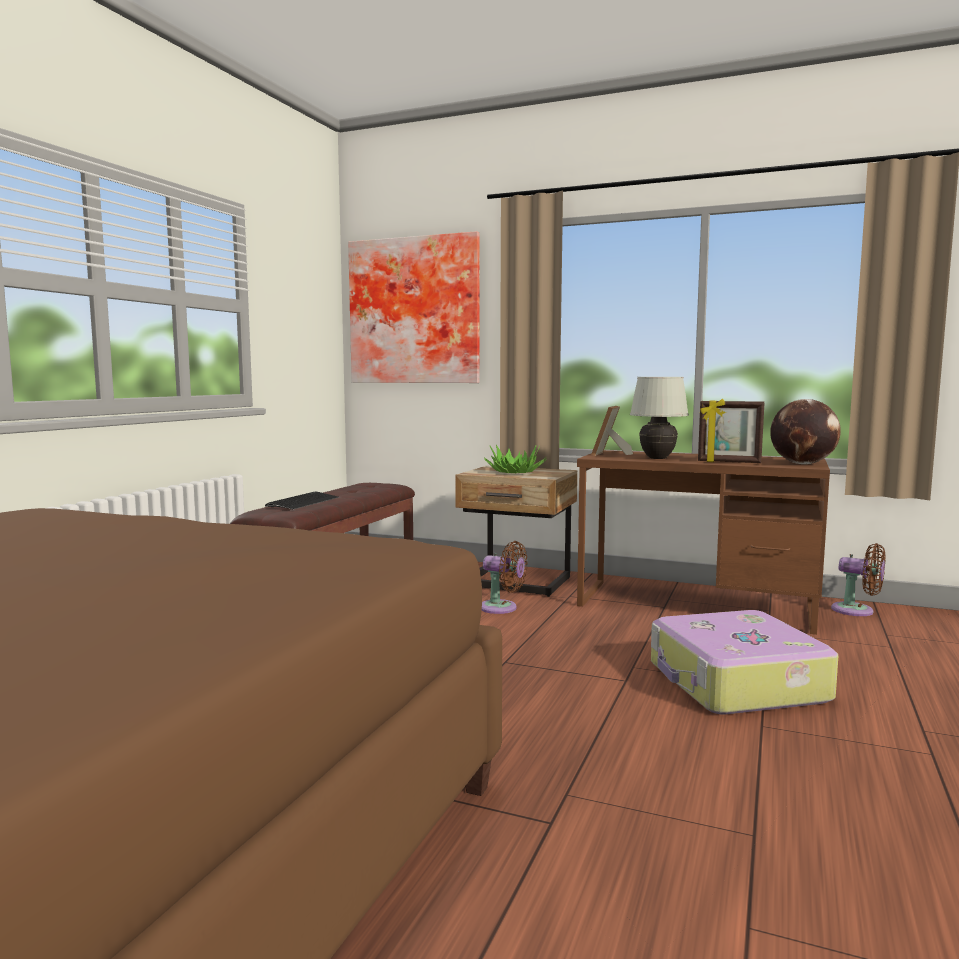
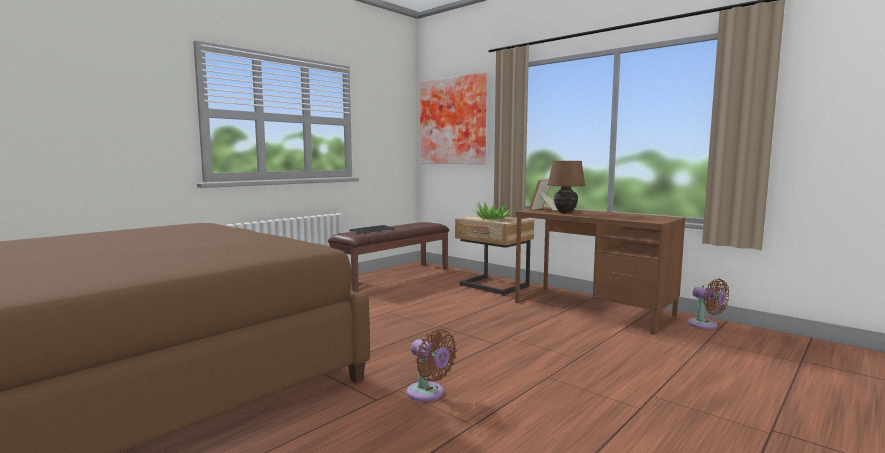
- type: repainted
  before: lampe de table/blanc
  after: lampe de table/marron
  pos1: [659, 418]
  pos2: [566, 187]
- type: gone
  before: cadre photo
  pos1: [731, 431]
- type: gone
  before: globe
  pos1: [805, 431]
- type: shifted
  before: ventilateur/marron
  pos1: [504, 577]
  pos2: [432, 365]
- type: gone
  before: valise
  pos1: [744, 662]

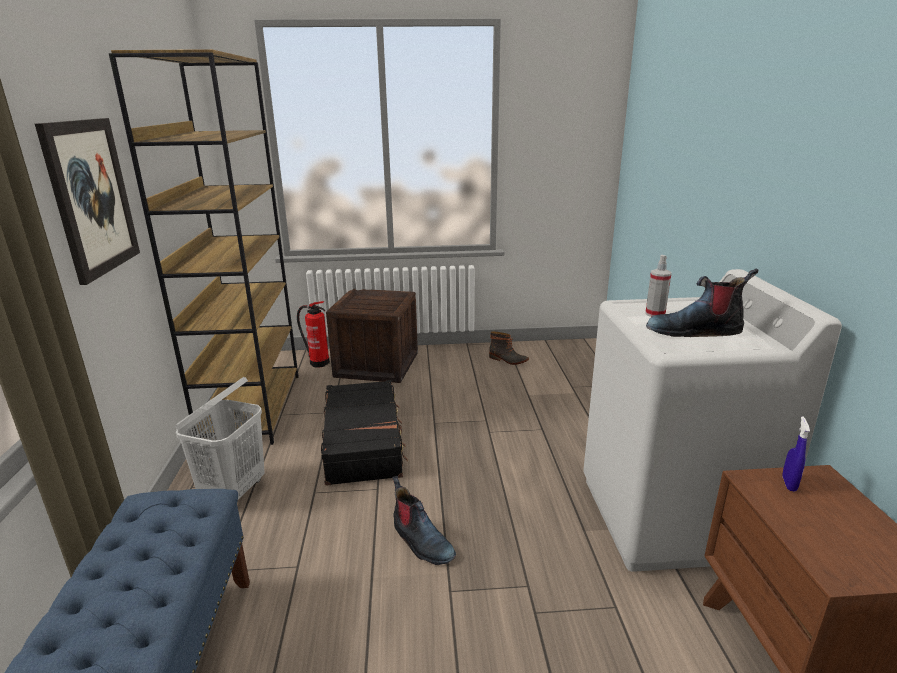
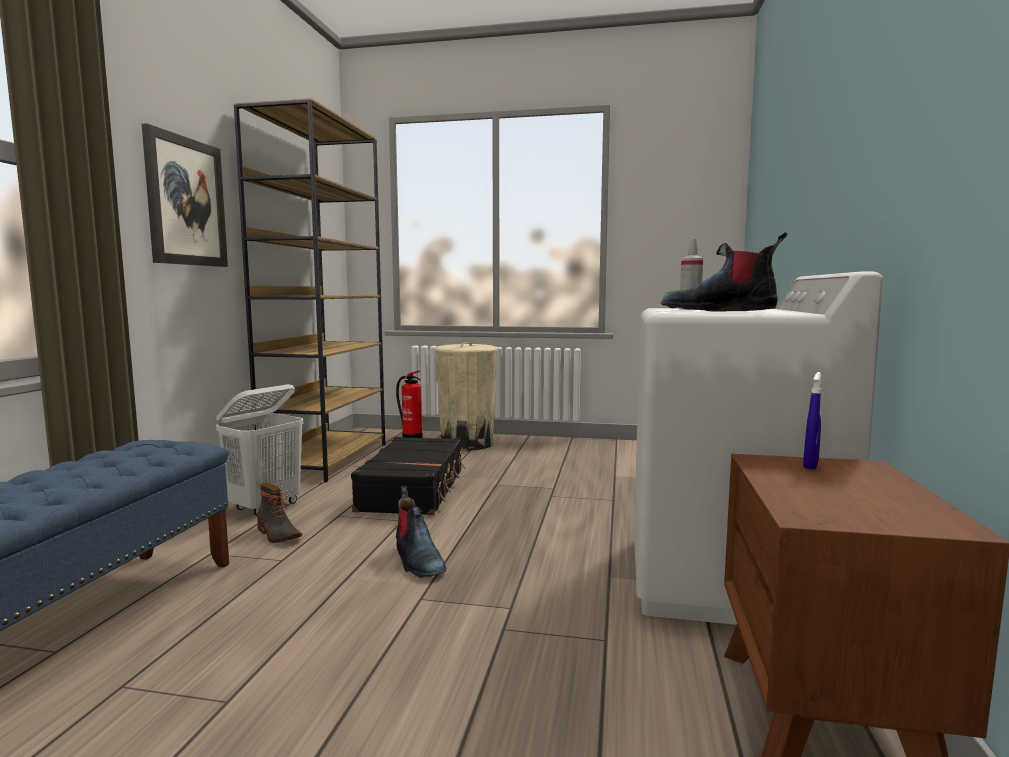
- type: swapped
  before: caisse
  after: poubelle/beige
  pos1: [372, 336]
  pos2: [466, 396]
- type: shifted
  before: botte
  pos1: [509, 348]
  pos2: [279, 513]

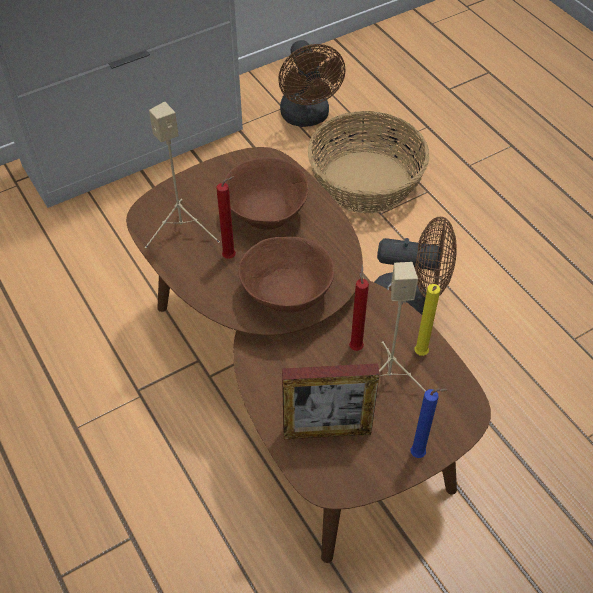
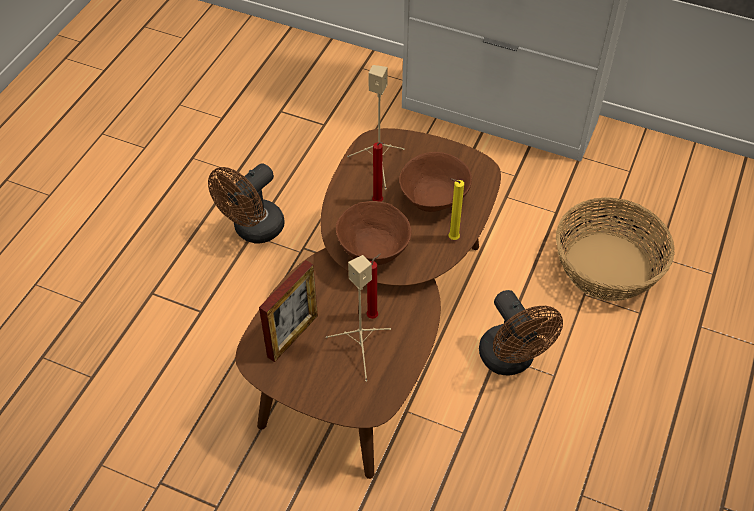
- type: shifted
  before: ventilateur/marron
  pos1: [312, 83]
  pos2: [246, 203]
- type: shifted
  before: bougie/jaune
  pos1: [427, 320]
  pos2: [456, 209]
- type: rotated
  before: cadre photo
  pos1: [331, 401]
  pos2: [288, 311]
  turn: -105
- type: gone
  before: bougie/bleu
  pos1: [429, 423]

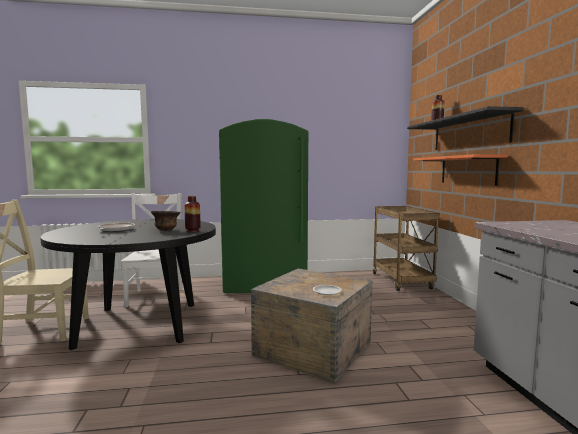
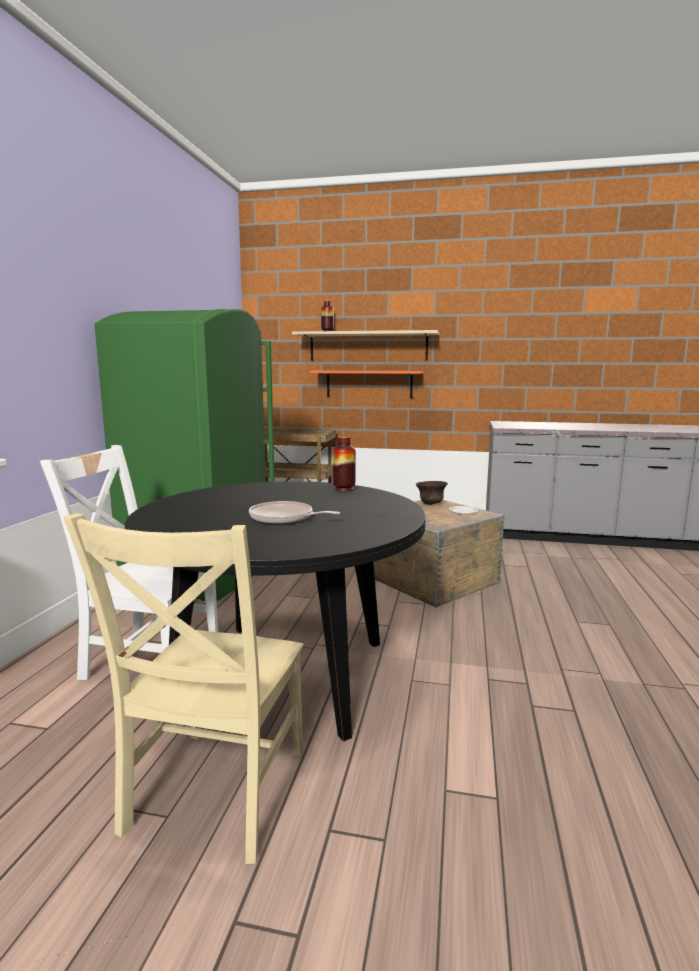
- type: repainted
  before: étagère/noir
  after: étagère/beige
  pos1: [465, 128]
  pos2: [365, 345]
- type: shifted
  before: bol/marron
  pos1: [166, 221]
  pos2: [432, 493]

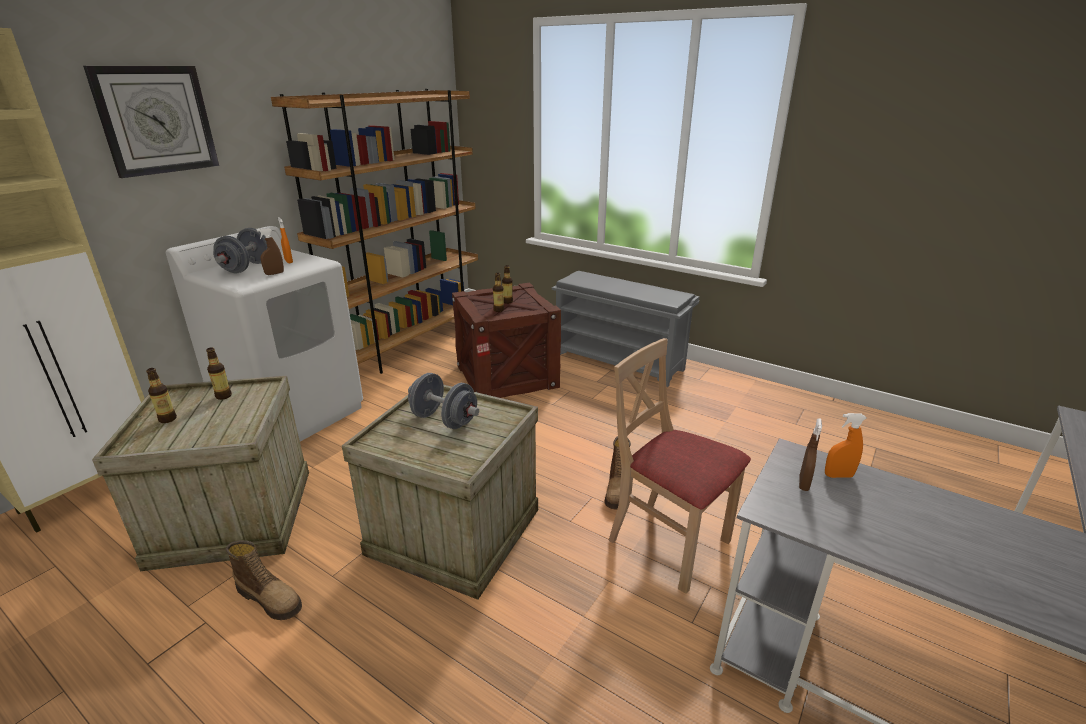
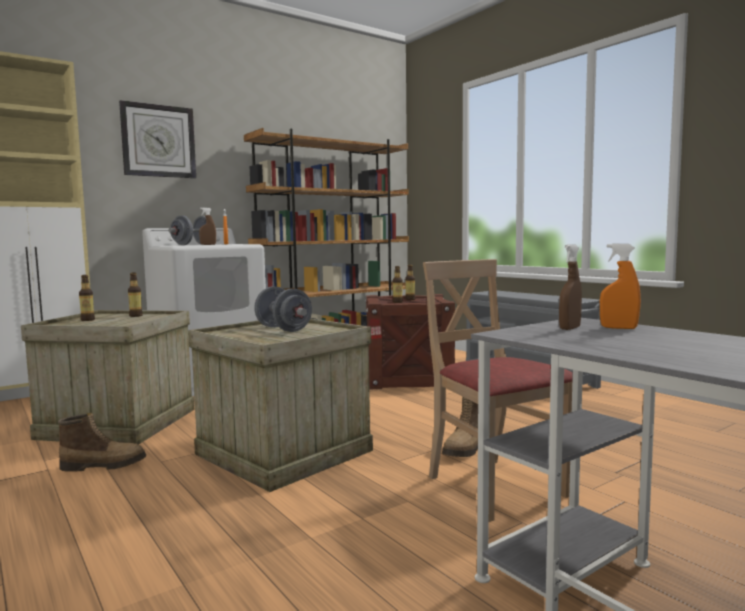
- type: rotated
  before: botte
  pos1: [264, 580]
  pos2: [102, 442]
  turn: -60

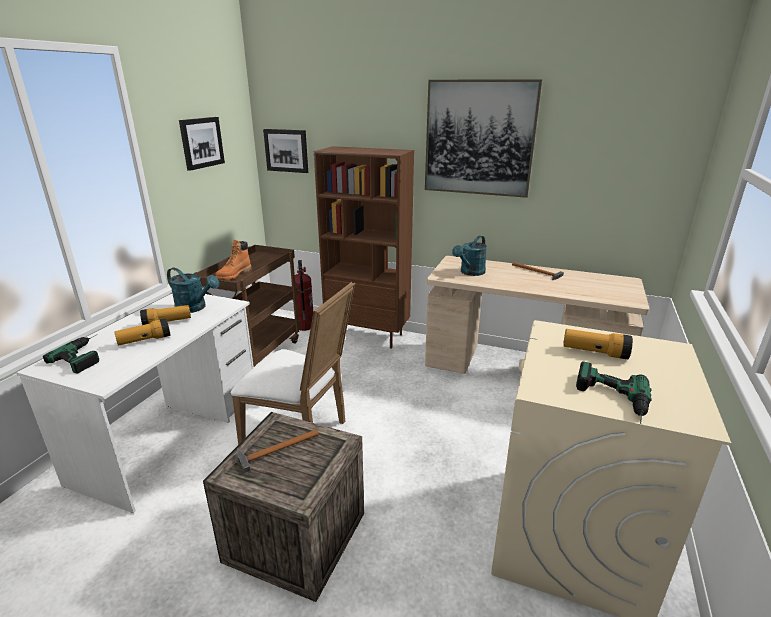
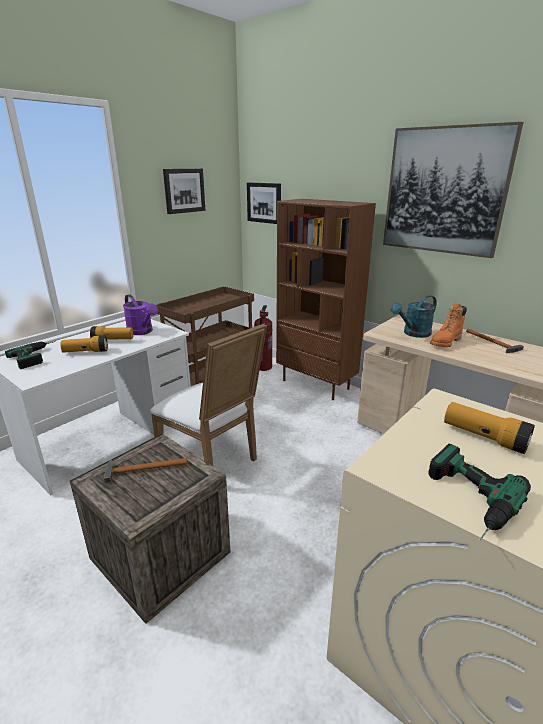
- type: shifted
  before: botte/orange
  pos1: [233, 260]
  pos2: [448, 325]
- type: repainted
  before: arrosoir/turquoise
  after: arrosoir/violet
  pos1: [193, 290]
  pos2: [140, 314]

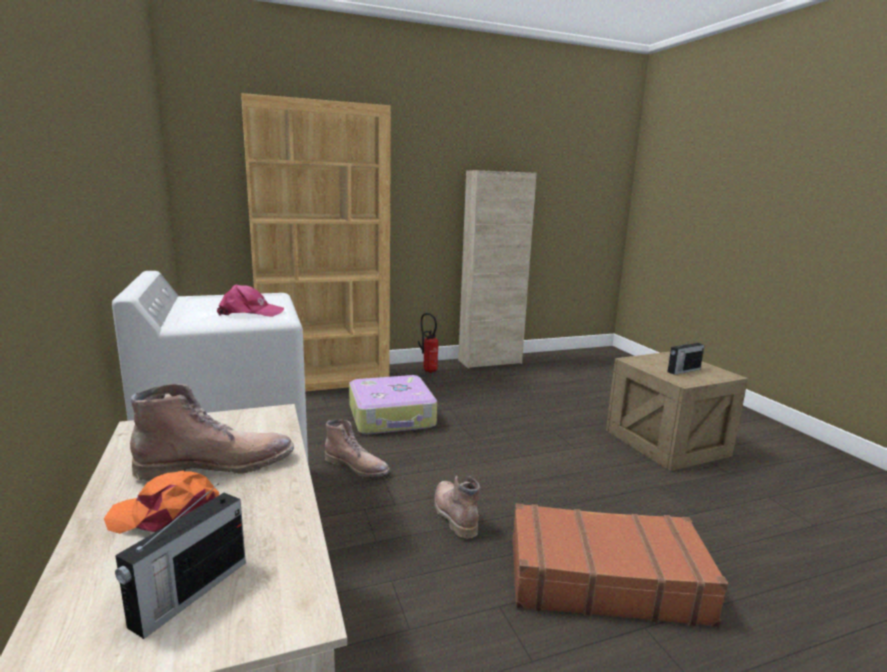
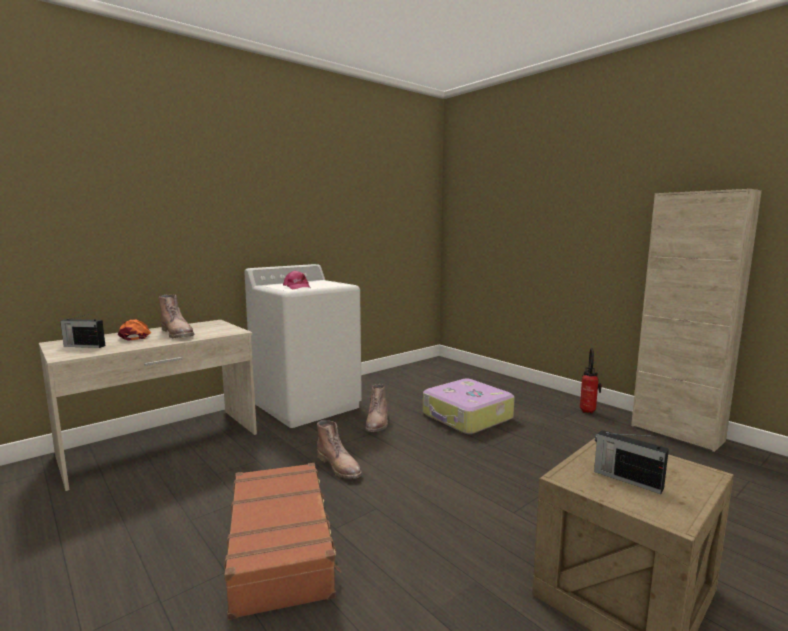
- type: gone
  before: bibliothèque/marron
  pos1: [316, 242]
- type: rotated
  before: botte/marron
  pos1: [457, 507]
  pos2: [339, 449]
  turn: 90

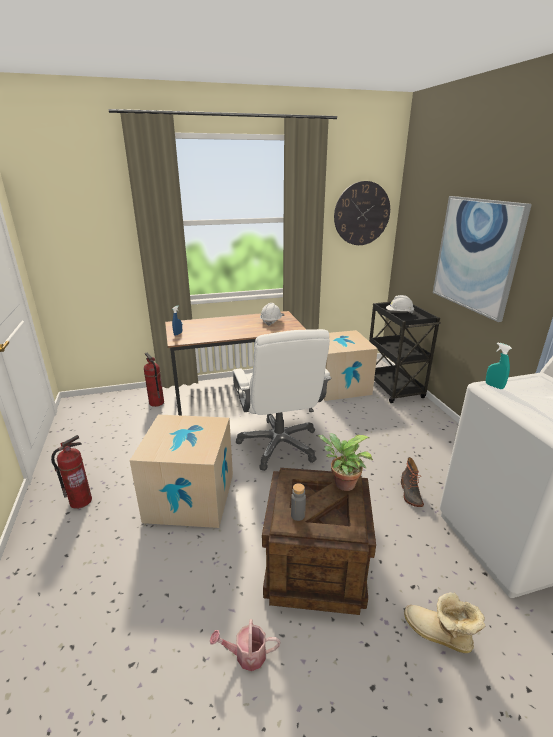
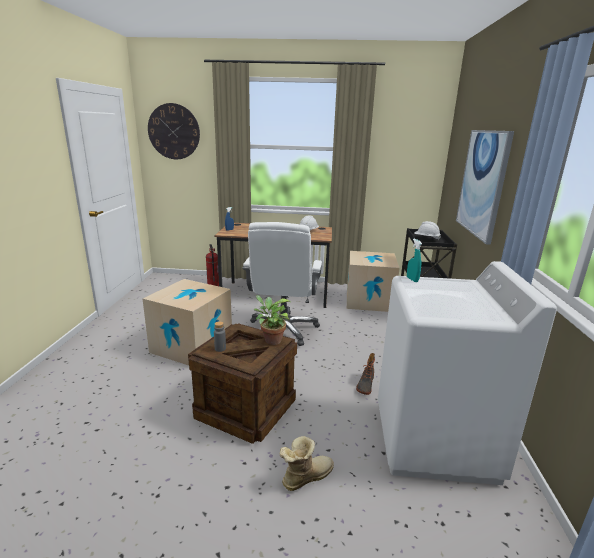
- type: shifted
  before: horloge murale
  pos1: [362, 213]
  pos2: [174, 131]
- type: gone
  before: extincteur
  pos1: [71, 472]
- type: rotated
  before: botte
  pos1: [444, 622]
  pos2: [307, 463]
  turn: 90
- type: gone
  before: arrosoir
  pos1: [245, 645]

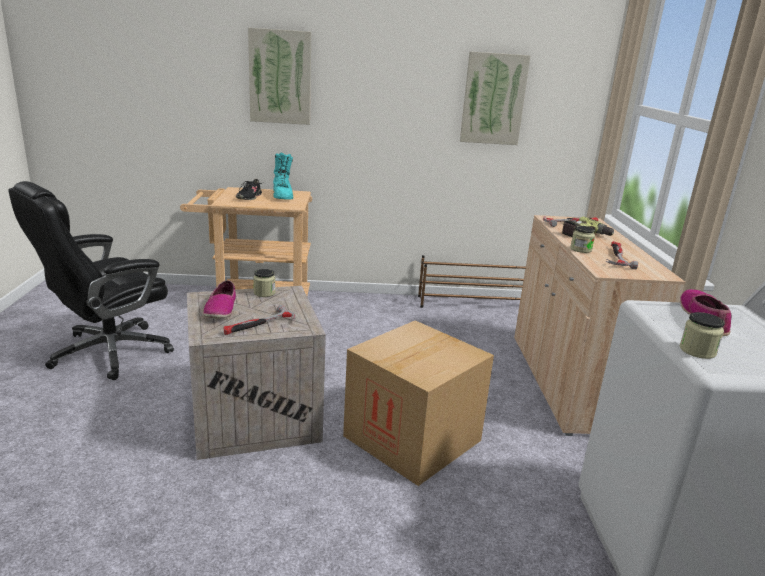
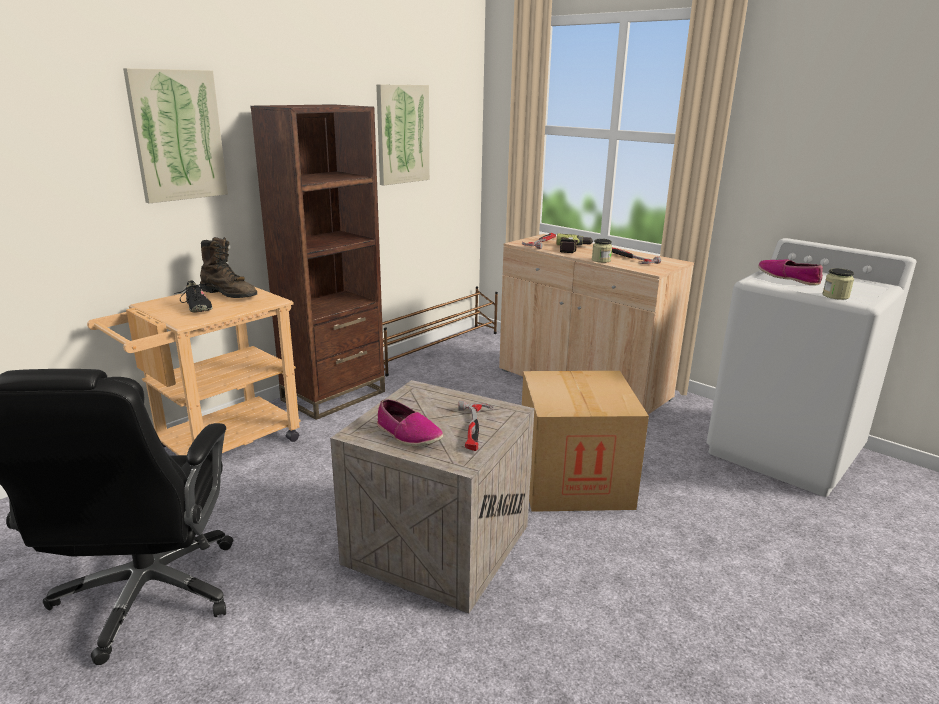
- type: repainted
  before: botte/turquoise
  after: botte/marron
  pos1: [283, 176]
  pos2: [228, 267]
- type: gone
  before: bocal
  pos1: [264, 283]
- type: new
  after: bibliothèque/marron
  pos2: [317, 262]

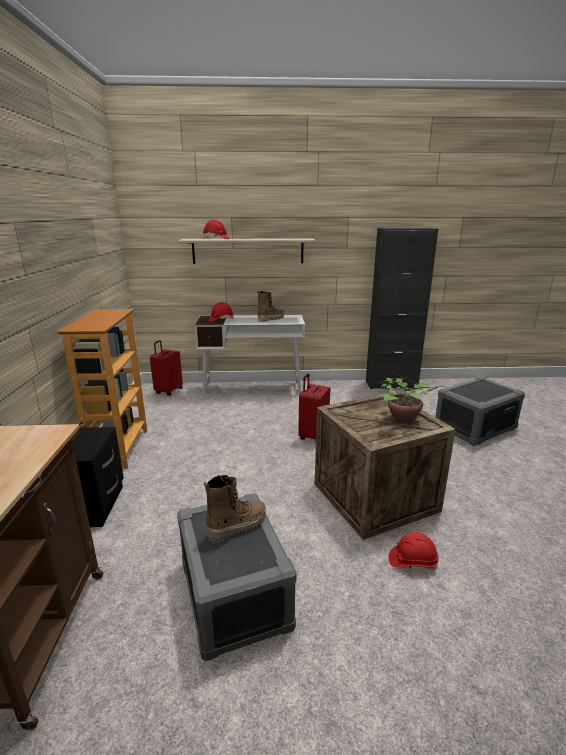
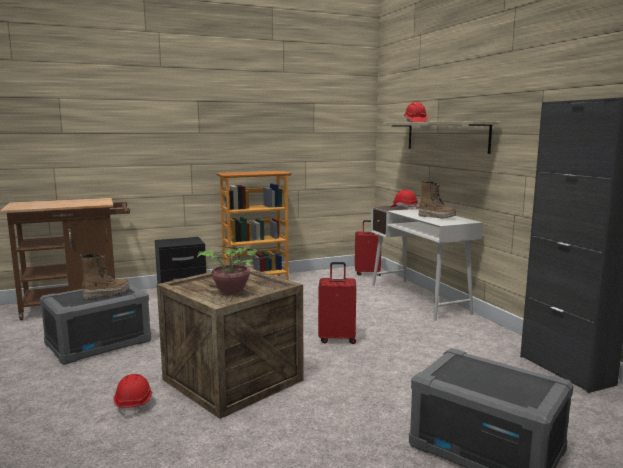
- type: rotated
  before: botte
  pos1: [235, 508]
  pos2: [104, 276]
  turn: -75

